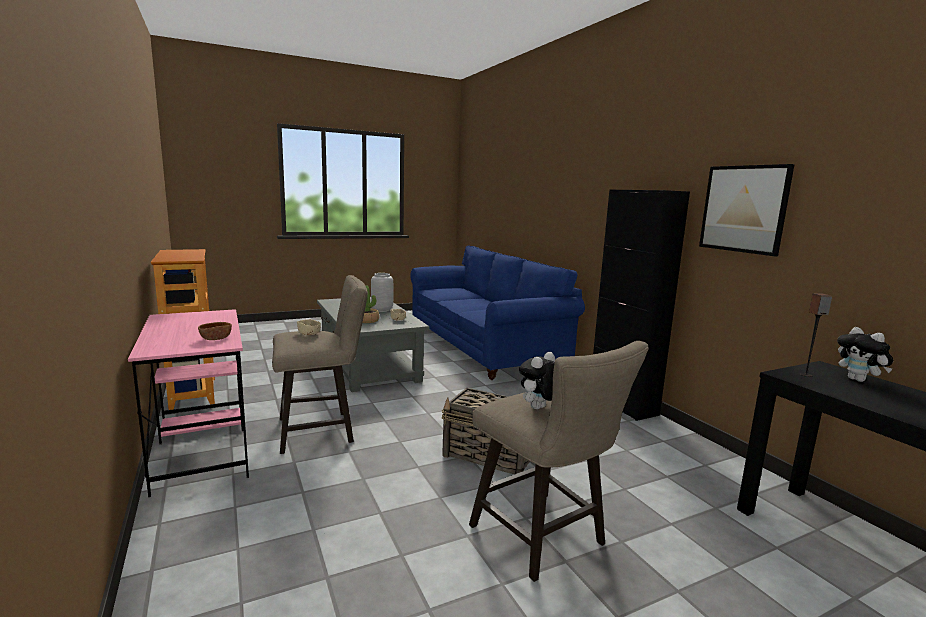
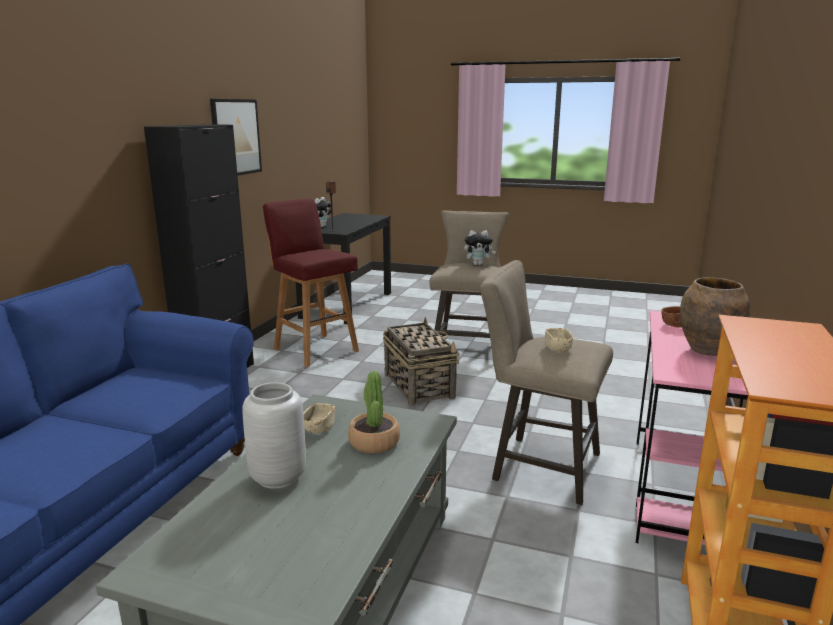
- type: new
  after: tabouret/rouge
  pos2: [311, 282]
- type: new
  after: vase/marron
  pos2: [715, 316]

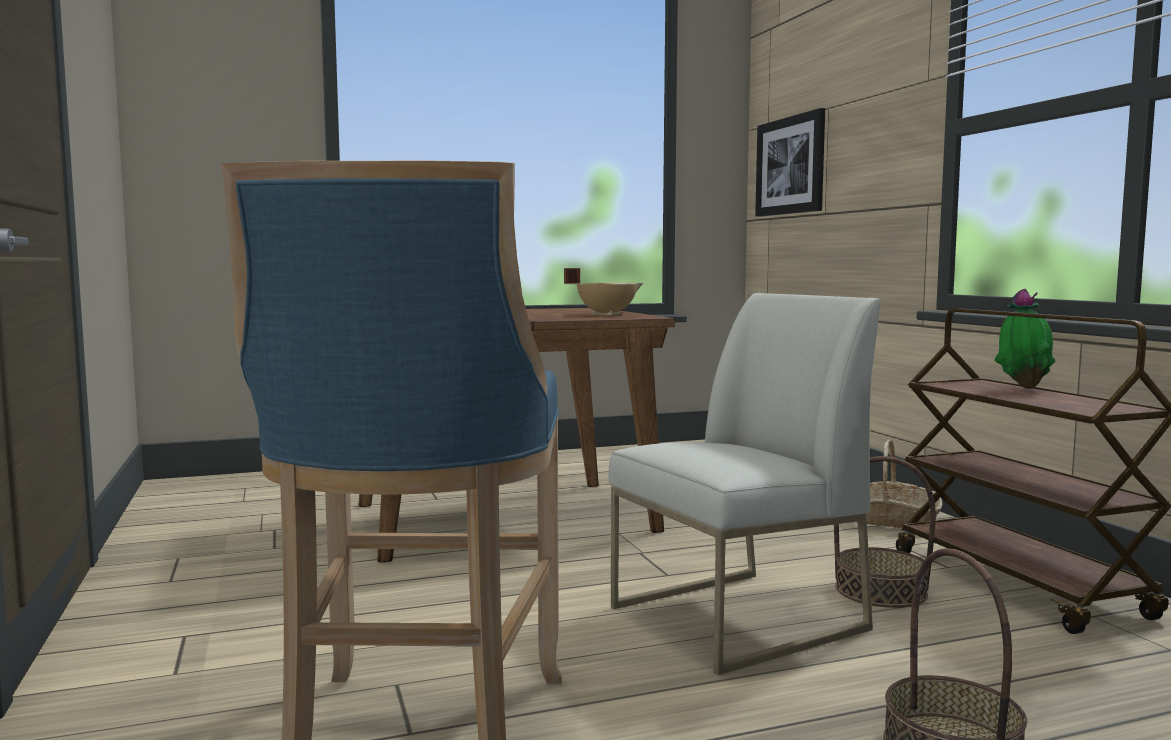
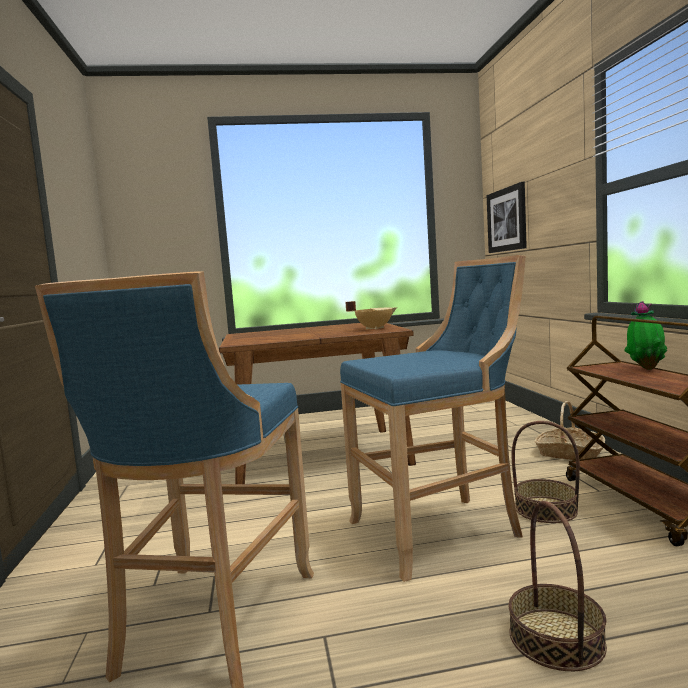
- type: swapped
  before: chaise/blanc
  after: tabouret/bleu
  pos1: [744, 484]
  pos2: [433, 418]

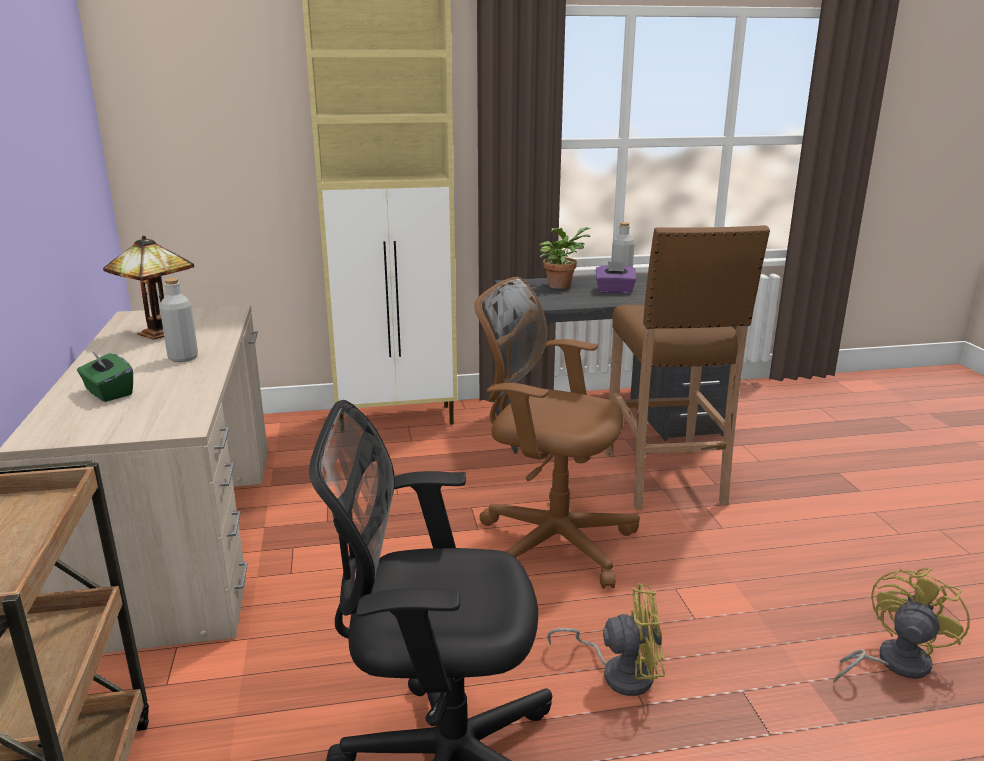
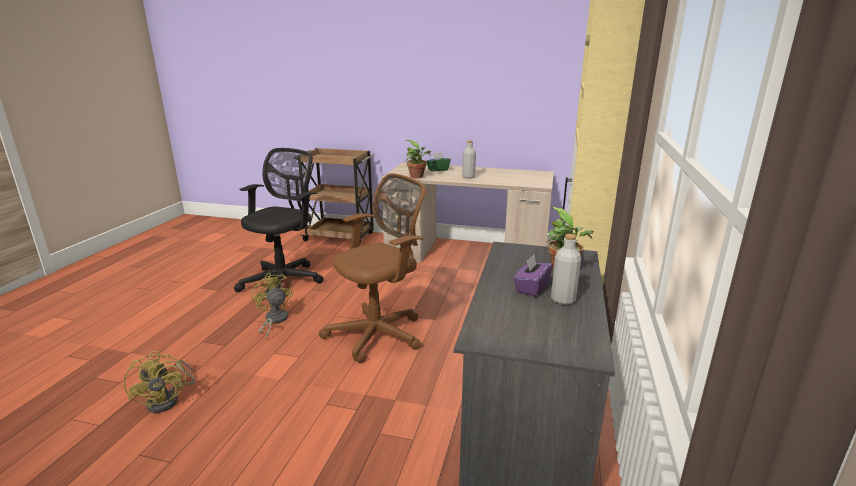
- type: gone
  before: tabouret/marron
  pos1: [687, 367]
- type: gone
  before: lampe de table
  pos1: [148, 287]
- type: rotated
  before: ventilateur/jaune
  pos1: [606, 640]
  pos2: [272, 306]
  turn: 120
- type: new
  after: plante en pot
  pos2: [418, 159]

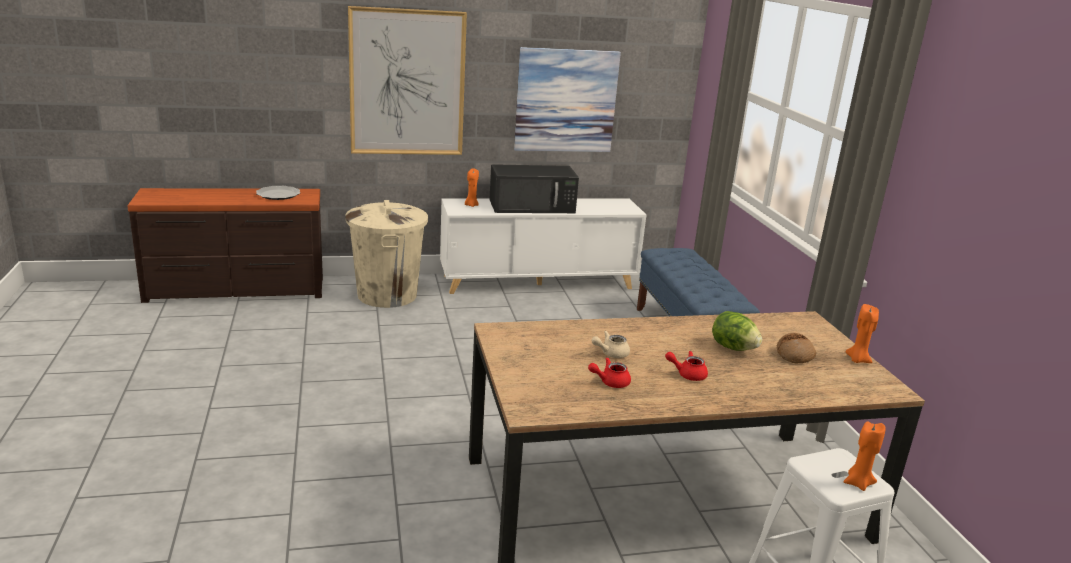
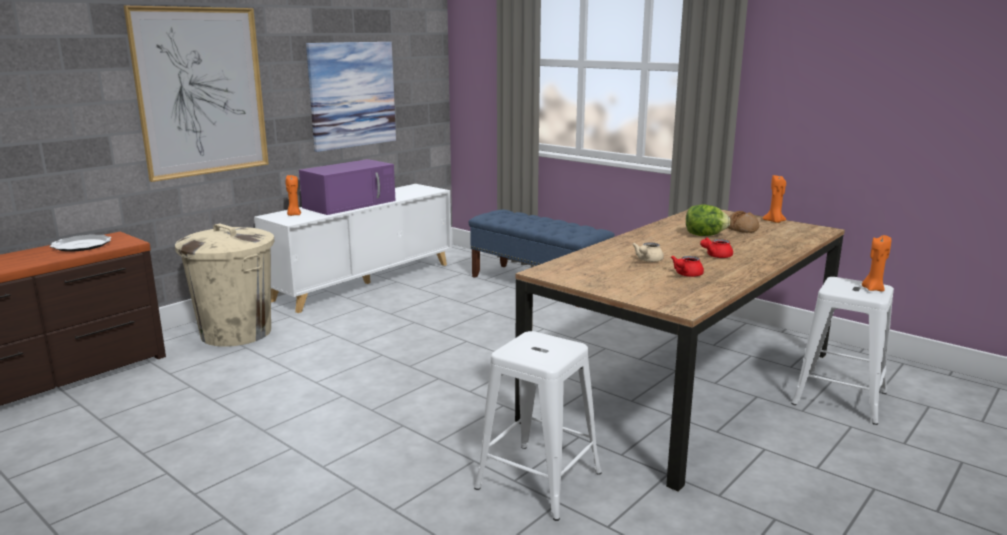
- type: repainted
  before: micro-ondes/noir
  after: micro-ondes/violet
  pos1: [534, 188]
  pos2: [347, 187]
- type: new
  after: tabouret/blanc
  pos2: [538, 426]

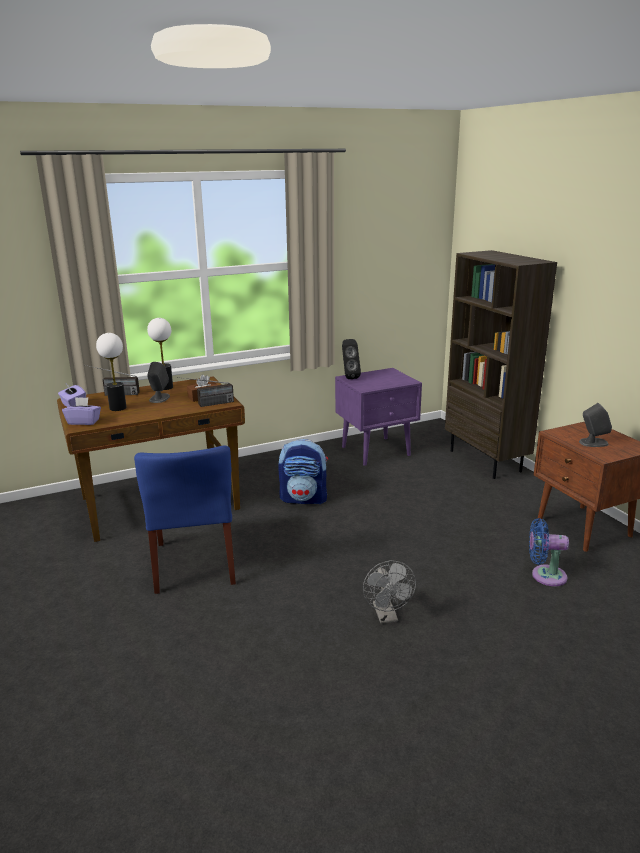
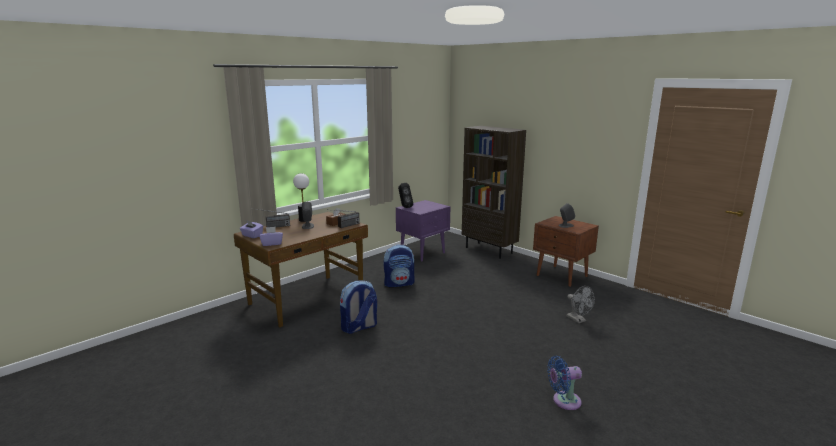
- type: gone
  before: lampe de table
  pos1: [111, 372]
- type: swapped
  before: chaise/bleu
  after: sac à dos
  pos1: [185, 519]
  pos2: [358, 307]
- type: shifted
  before: ventilateur/bleu
  pos1: [549, 552]
  pos2: [564, 383]
- type: shifted
  before: ventilateur/gris
  pos1: [389, 592]
  pos2: [580, 304]

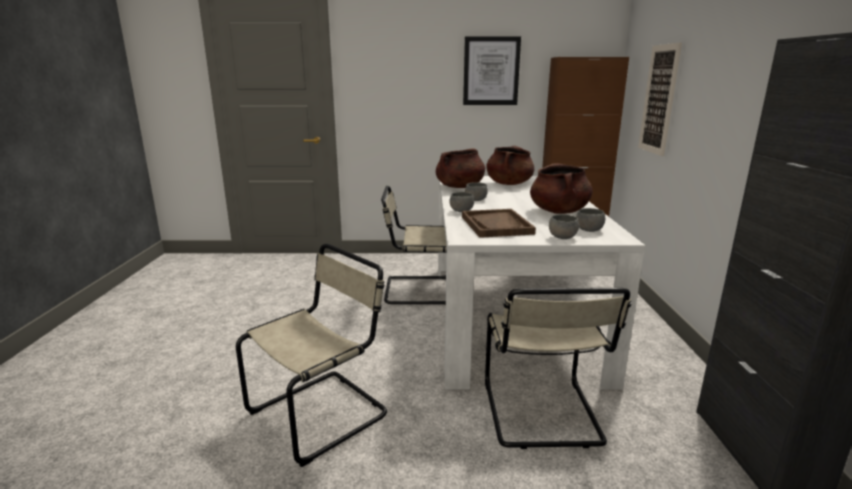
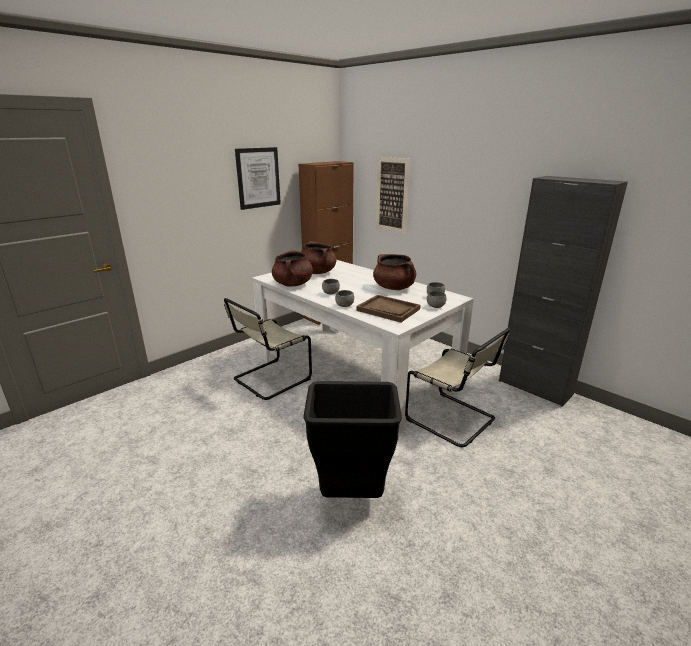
- type: swapped
  before: chaise/beige
  after: poubelle/noir
  pos1: [311, 355]
  pos2: [352, 439]

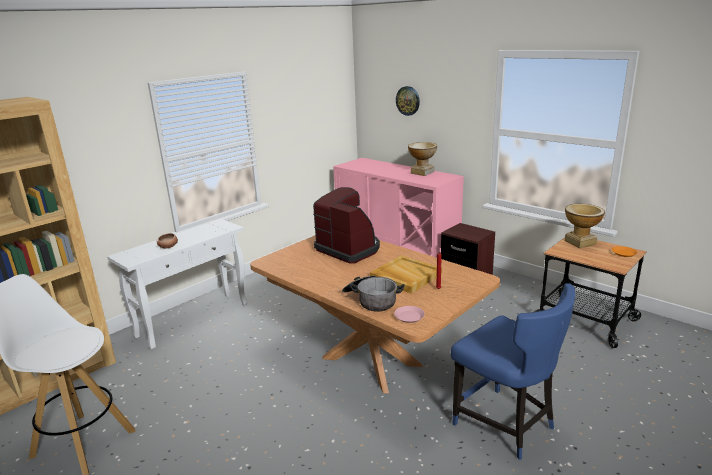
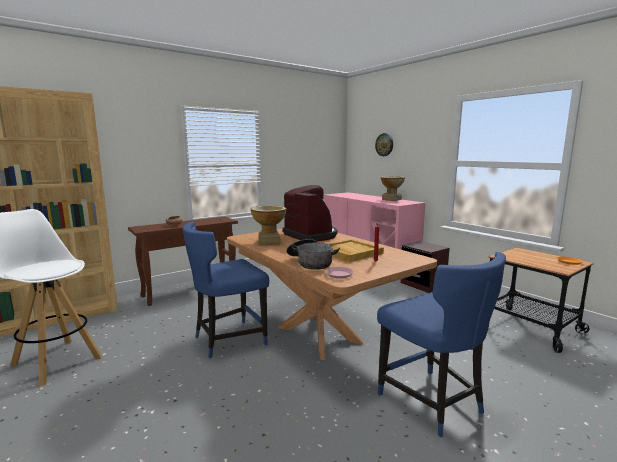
- type: shifted
  before: vase
  pos1: [585, 226]
  pos2: [269, 225]
- type: repainted
  before: table console/blanc
  after: table console/marron
  pos1: [177, 284]
  pos2: [183, 261]
- type: new
  after: chaise/bleu
  pos2: [225, 290]

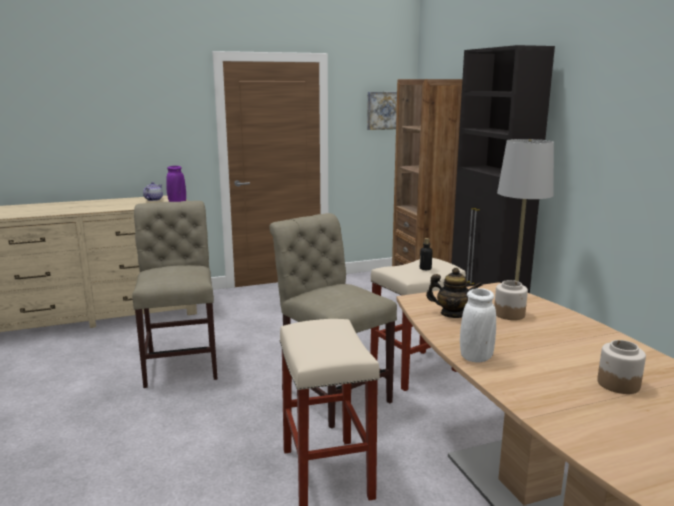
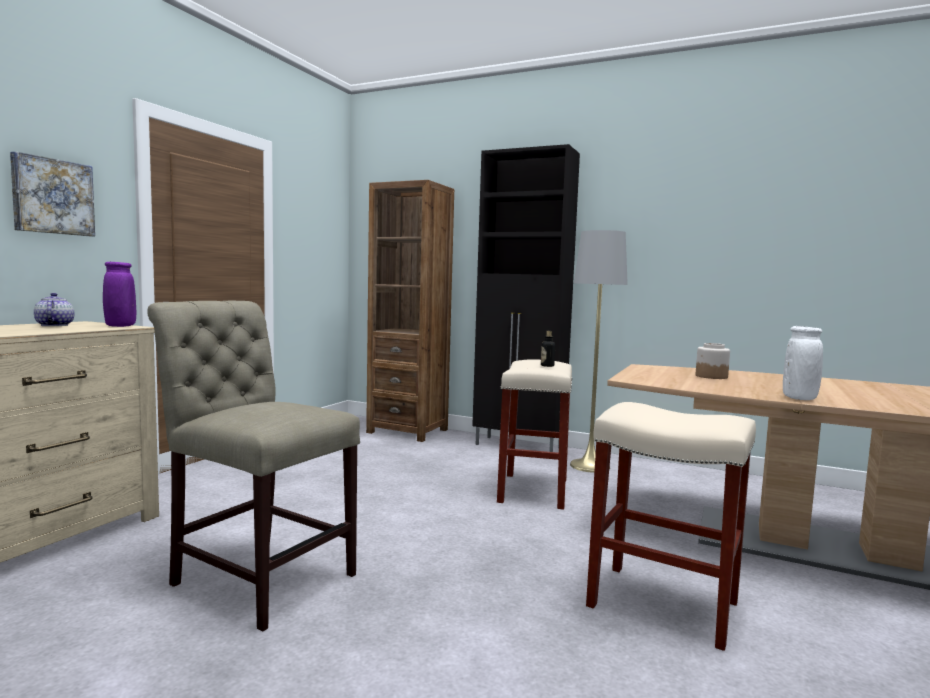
- type: shifted
  before: tableau
  pos1: [382, 111]
  pos2: [52, 193]
- type: gone
  before: chaise/beige
  pos1: [333, 321]
- type: gone
  before: théière
  pos1: [454, 292]
- type: gone
  before: bocal
  pos1: [621, 367]

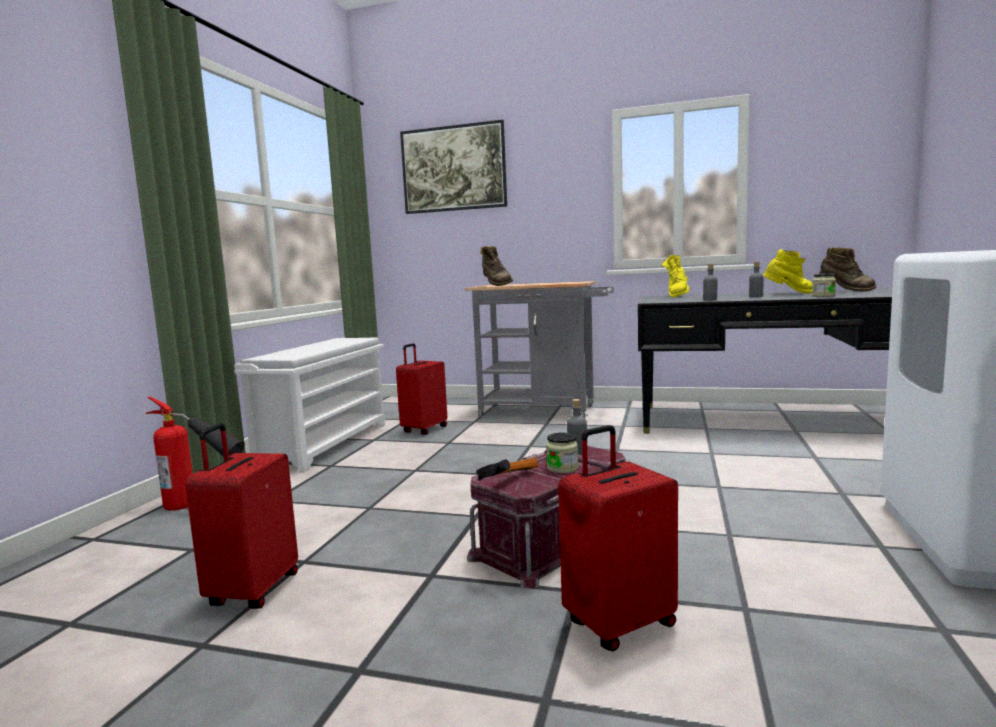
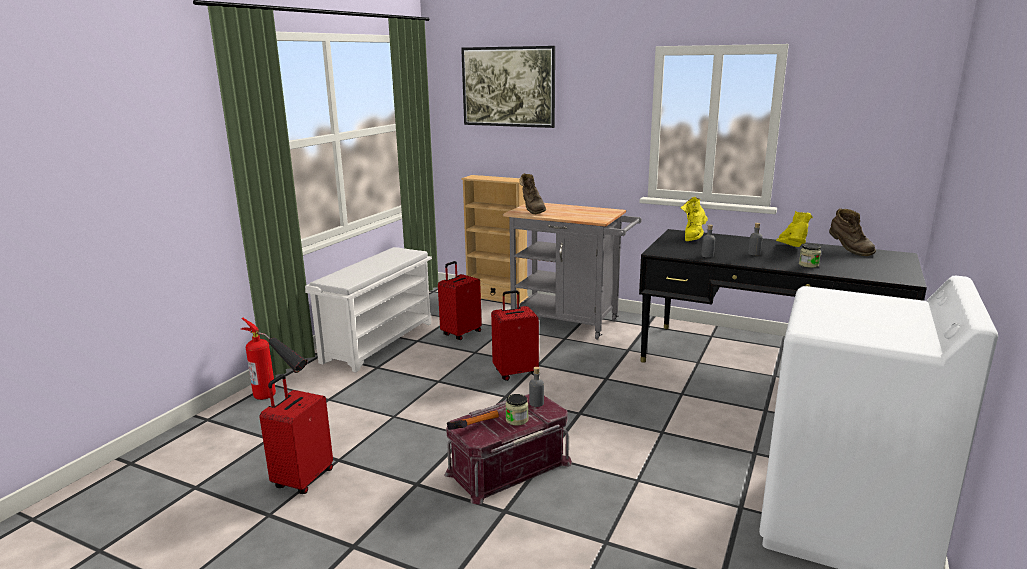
- type: rotated
  before: botte/jaune
  pos1: [787, 271]
  pos2: [794, 229]
  turn: -90
- type: shifted
  before: valise/rouge
  pos1: [618, 538]
  pos2: [515, 335]
- type: new
  after: bibliothèque/beige
  pos2: [494, 239]

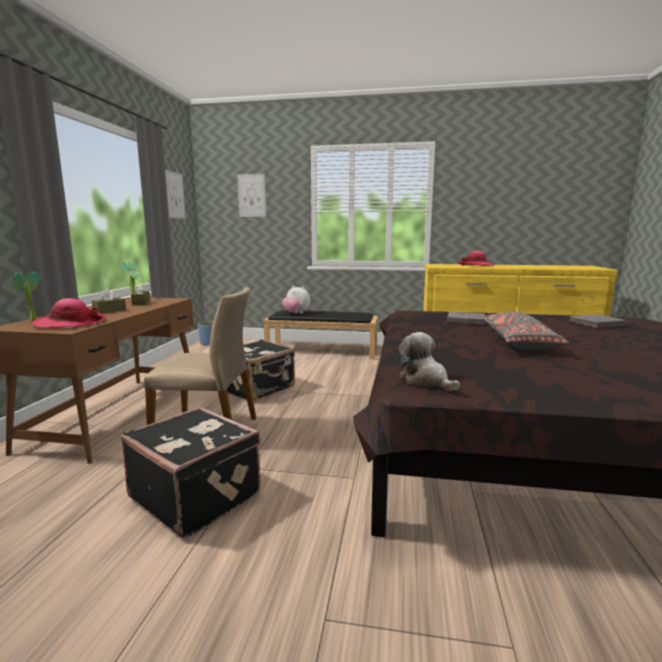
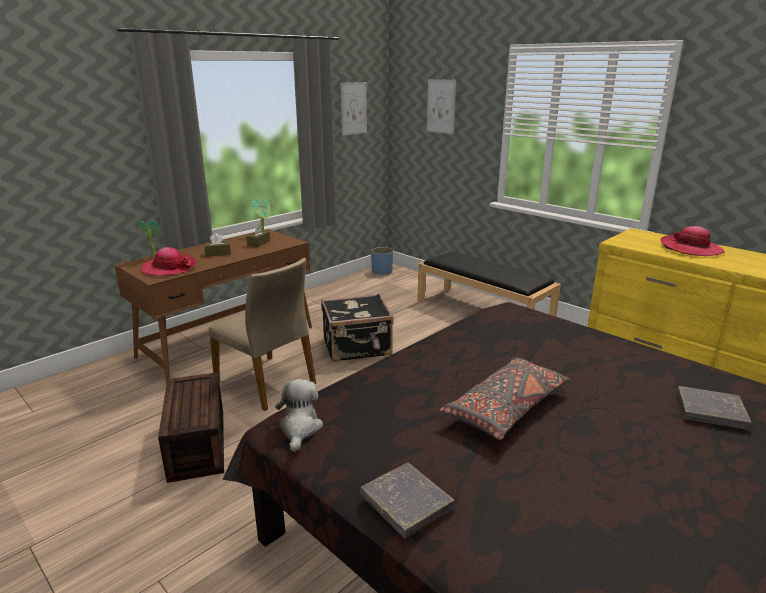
- type: gone
  before: peluche
  pos1: [296, 300]
- type: shifted
  before: livre/gris
  pos1: [466, 318]
  pos2: [407, 500]
- type: swapped
  before: valise/noir
  after: boîte de rangement/marron
  pos1: [191, 472]
  pos2: [191, 427]

